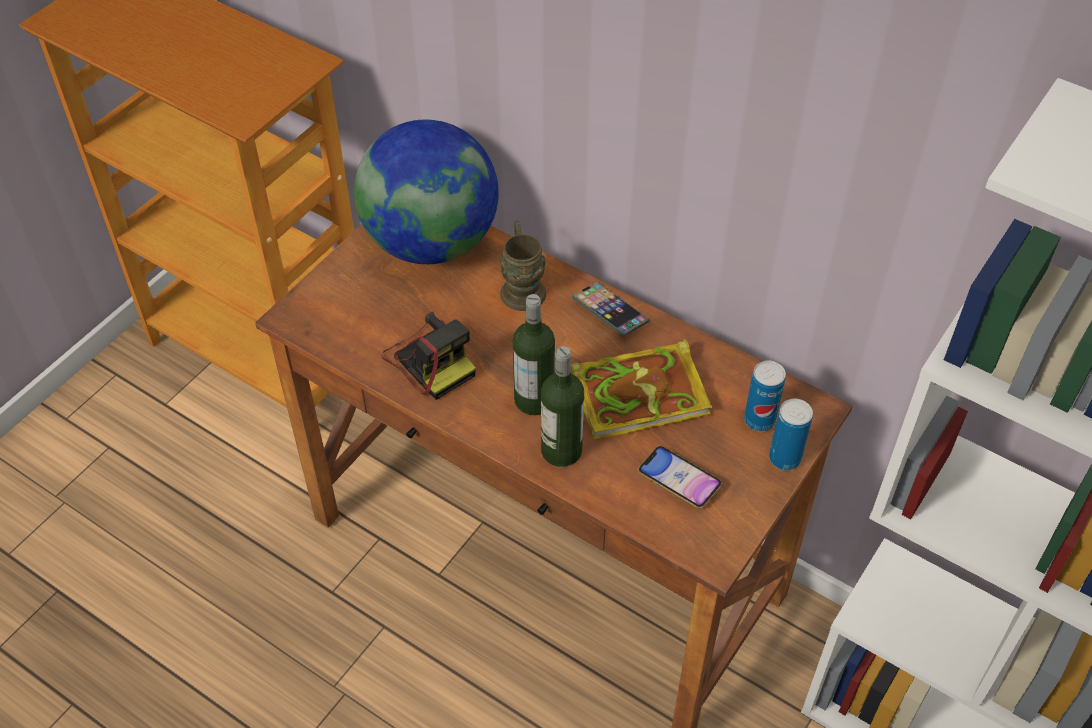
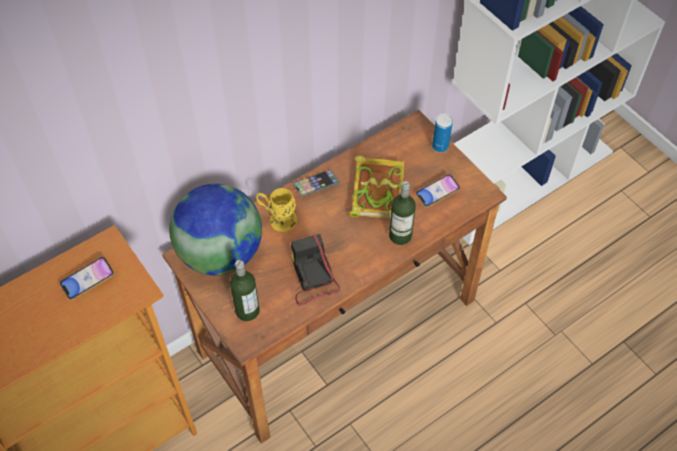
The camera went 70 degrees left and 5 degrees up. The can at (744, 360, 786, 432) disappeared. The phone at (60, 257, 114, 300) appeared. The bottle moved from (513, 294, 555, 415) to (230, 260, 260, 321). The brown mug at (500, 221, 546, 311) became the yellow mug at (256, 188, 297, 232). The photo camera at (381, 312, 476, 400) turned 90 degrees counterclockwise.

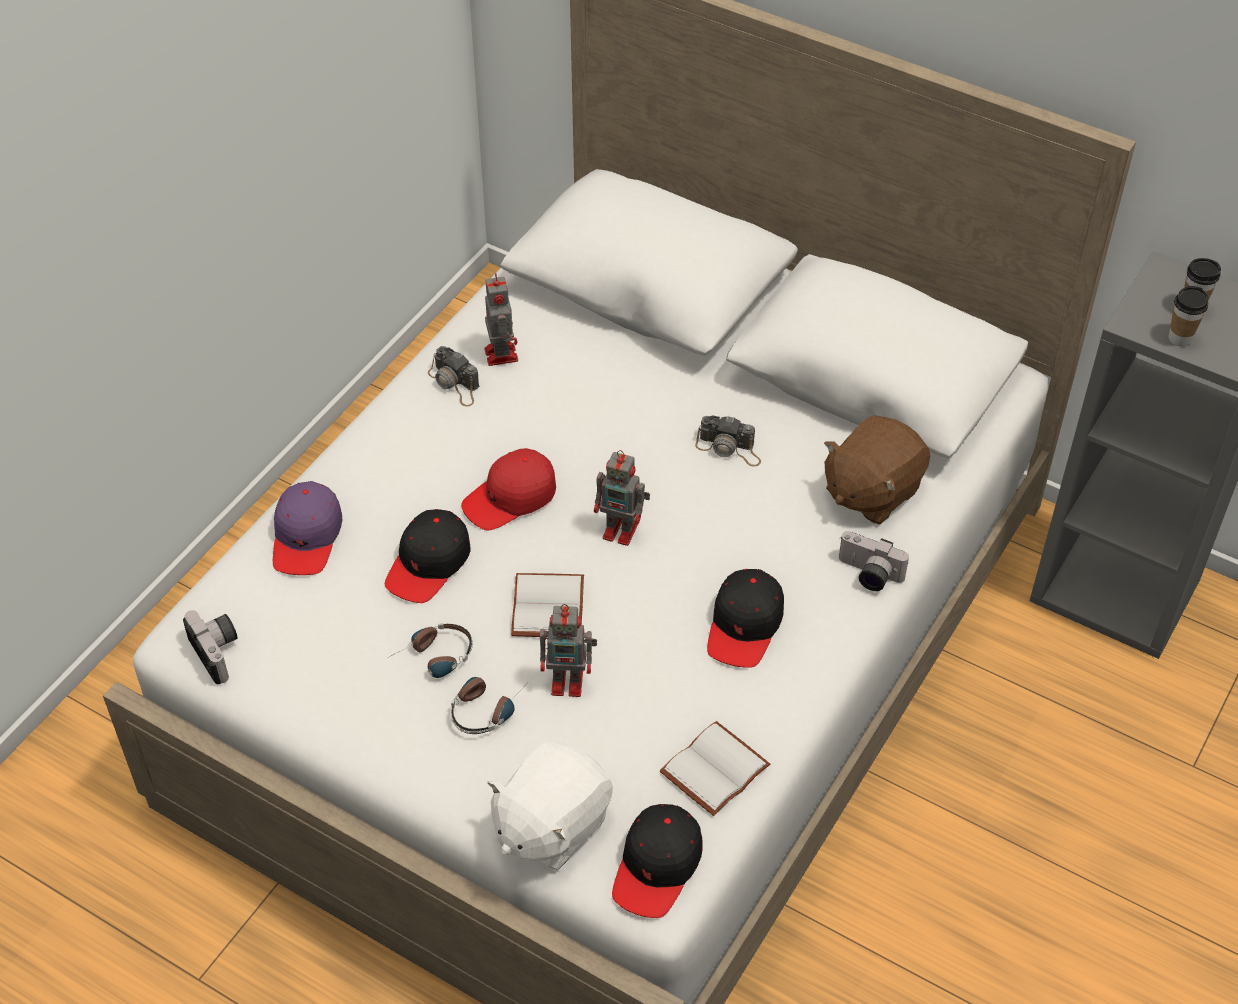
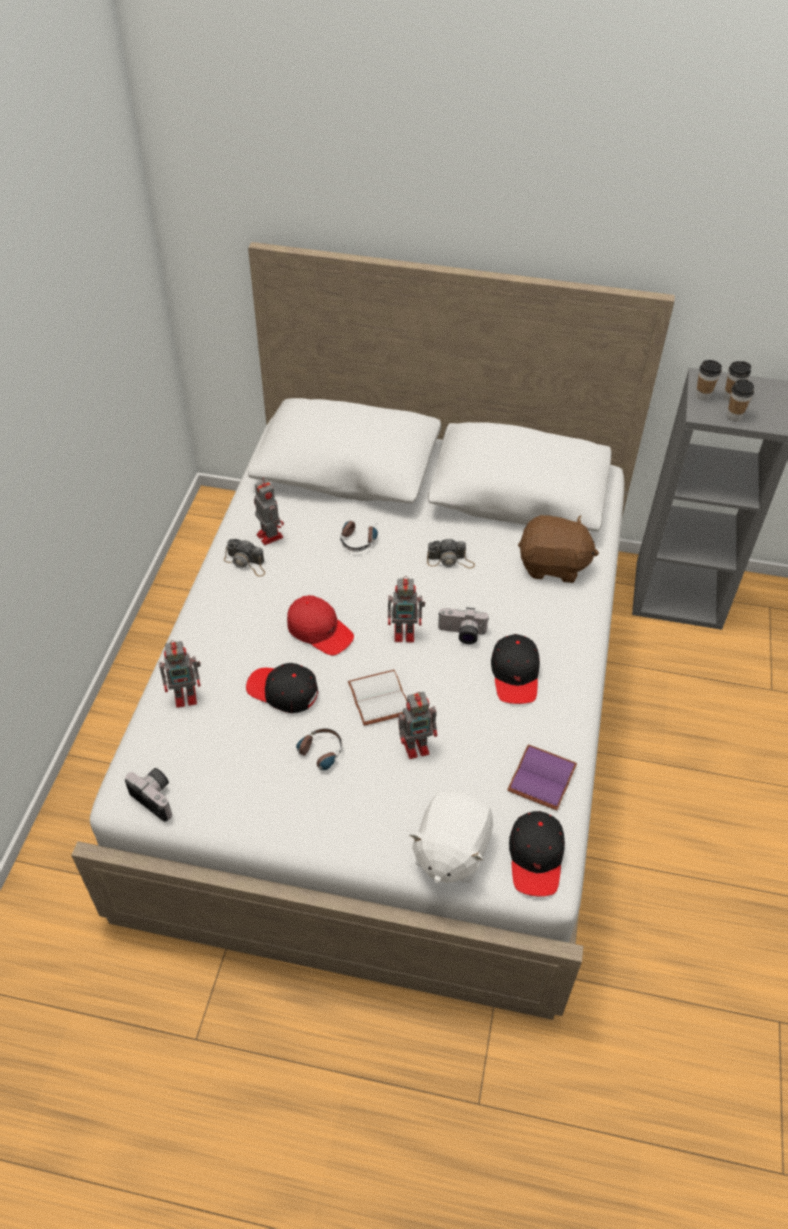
The camera went 20 degrees left and 0 degrees up. The cup at (696, 360, 722, 401) appeared. The headphones moved from (450, 677, 522, 734) to (340, 520, 378, 552). The photo camera moved from (839, 531, 909, 591) to (438, 607, 489, 644). The purple cap at (273, 481, 342, 575) was replaced by the toy robot at (159, 640, 201, 708). The white book at (660, 721, 770, 816) became the purple book at (507, 744, 577, 810). The black cap at (385, 509, 470, 603) turned 105 degrees clockwise. The red cap at (461, 448, 556, 531) turned 90 degrees counterclockwise. The brown plush toy at (824, 415, 931, 525) turned 105 degrees counterclockwise.

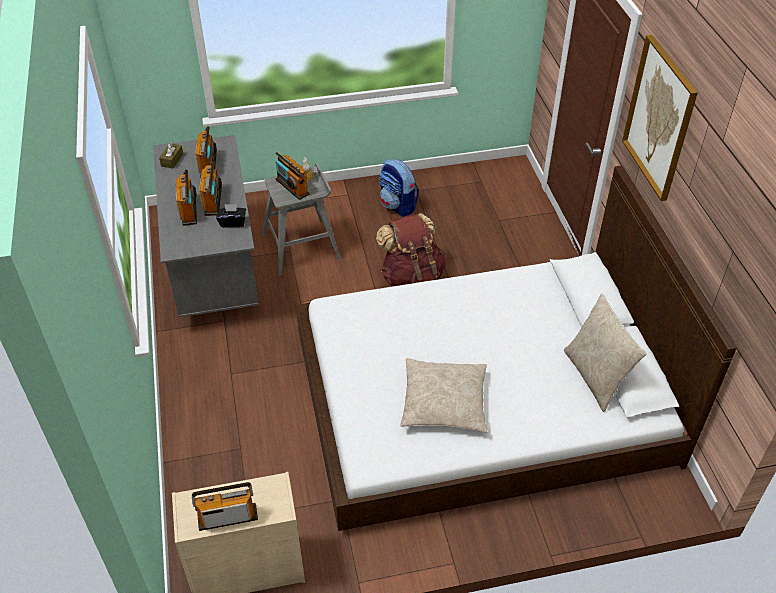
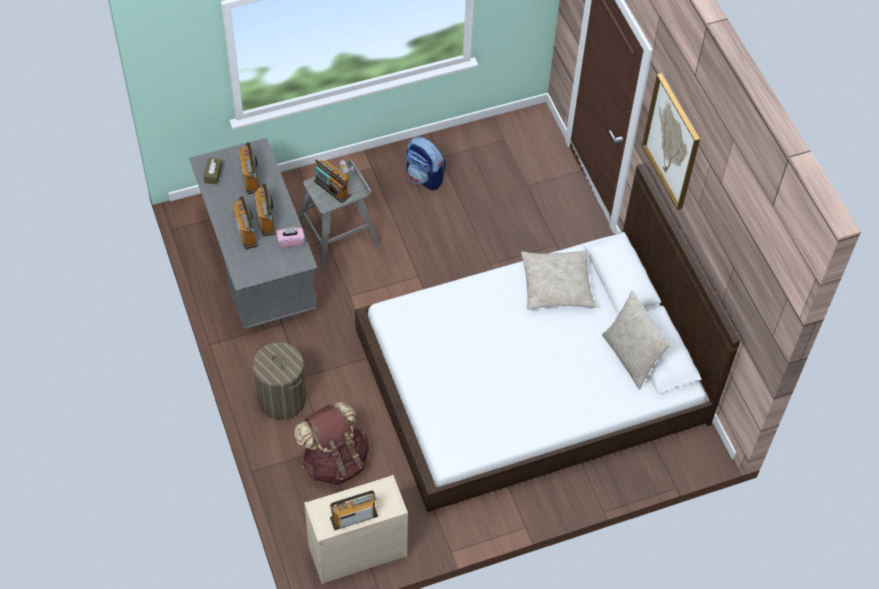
The camera went 10 degrees left and 10 degrees up. The laundry basket at (253, 342, 306, 420) appeared. The brown backpack moved from (376, 213, 446, 287) to (294, 401, 369, 485). The beige pillow moved from (400, 358, 488, 433) to (521, 250, 596, 310). The black tissue box at (216, 204, 246, 228) became the pink tissue box at (277, 227, 304, 248).

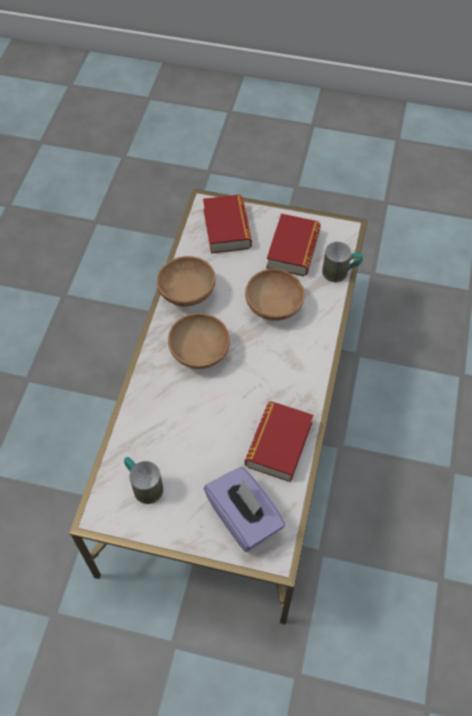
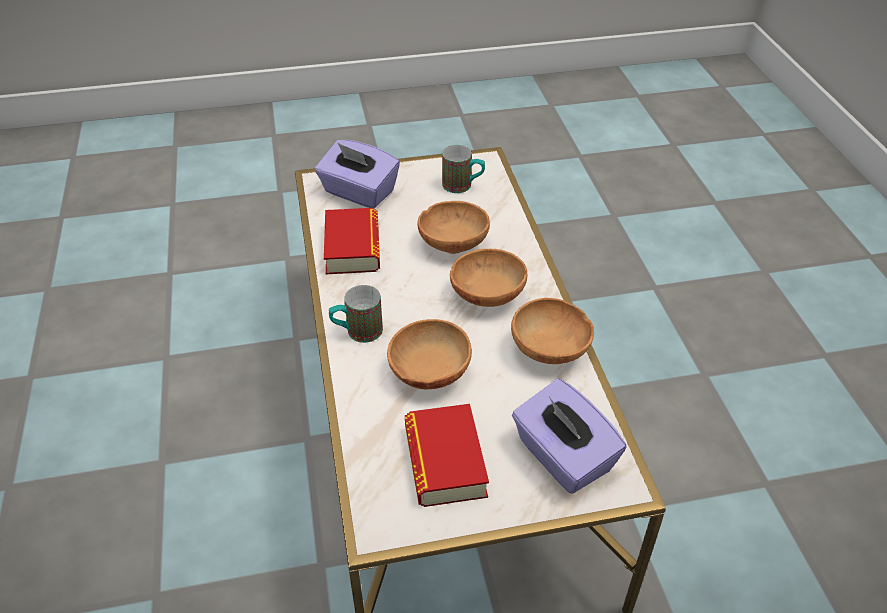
The camera went 155 degrees right and 15 degrees down. The brown bowl at (418, 201, 490, 254) appeared. The mug moved from (322, 242, 363, 282) to (329, 285, 383, 343). The book at (203, 195, 252, 253) was replaced by the purple tissue box at (512, 379, 627, 494).

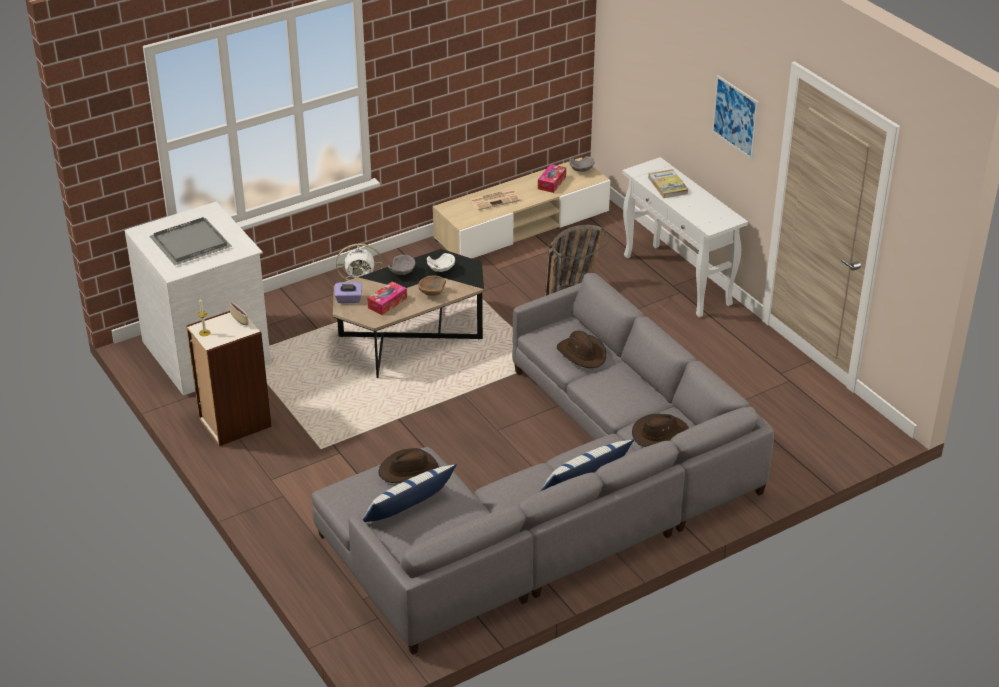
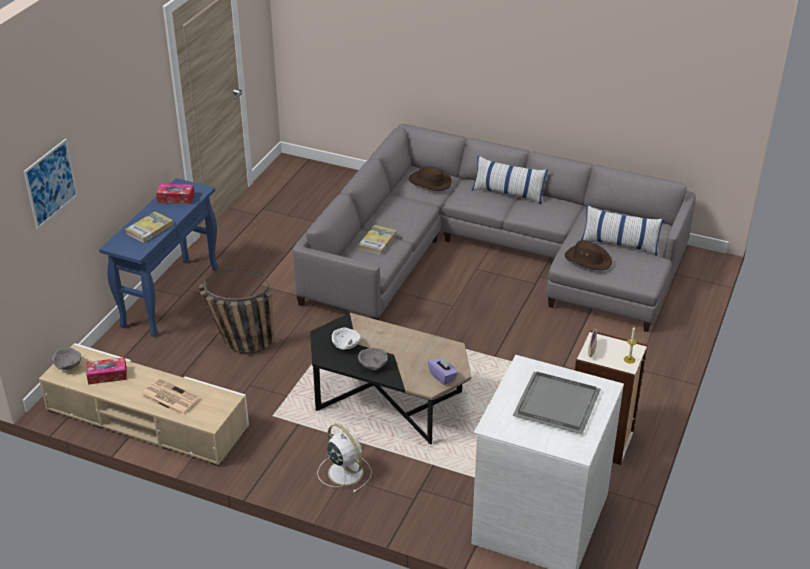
The camera went 125 degrees left and 0 degrees up. The brown bowl at (418, 276, 446, 296) disappeared. The tissue box moved from (367, 281, 407, 315) to (156, 184, 195, 204). The picture moved from (712, 75, 759, 159) to (24, 139, 78, 230). The brown hat at (557, 331, 607, 368) was replaced by the book at (358, 225, 396, 255). The white console table at (622, 157, 748, 318) became the blue console table at (99, 178, 218, 337).

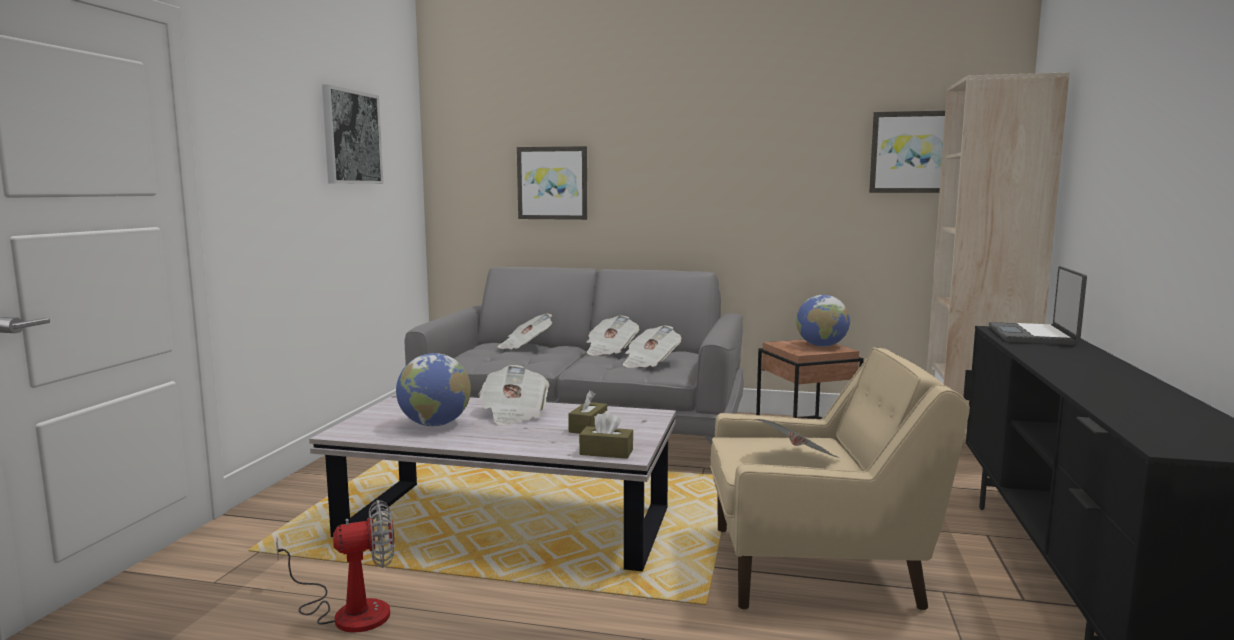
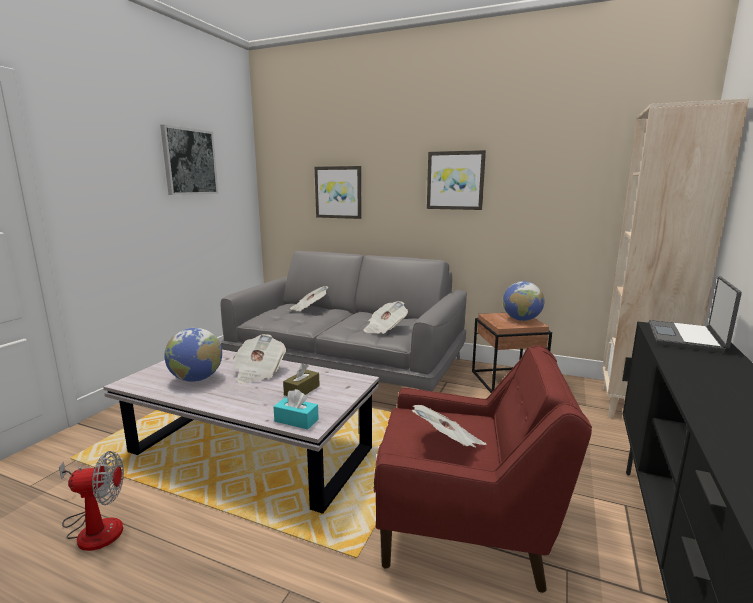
The camera went 10 degrees right and 5 degrees up. The newspaper at (587, 315, 639, 356) disappeared. The picture moved from (869, 111, 945, 193) to (427, 150, 486, 210). The brown tissue box at (579, 411, 633, 459) became the turquoise tissue box at (273, 389, 319, 429). The beige armchair at (710, 347, 970, 610) became the red armchair at (374, 345, 592, 593).

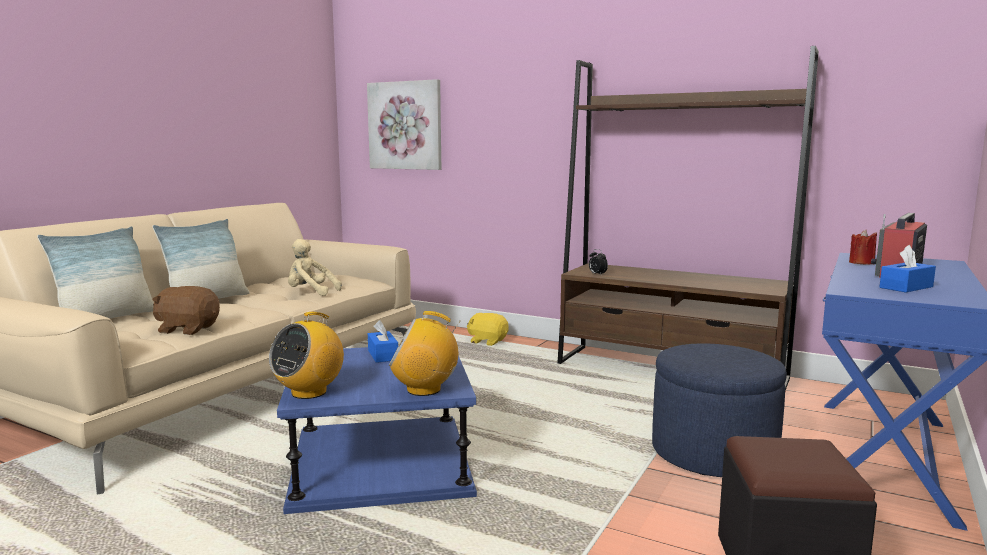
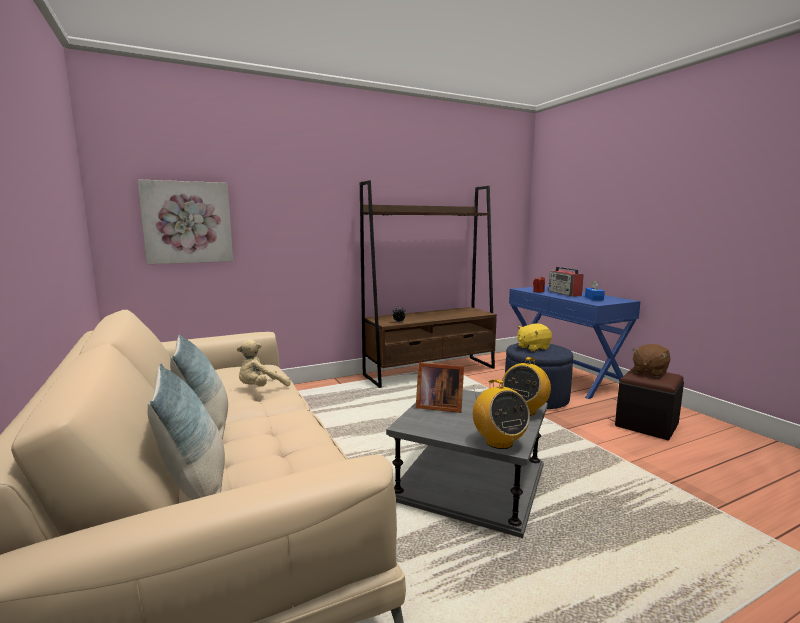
The camera went 55 degrees left and 0 degrees up. The brown plush toy moved from (152, 286, 220, 335) to (632, 344, 670, 377). The yellow plush toy moved from (467, 313, 509, 346) to (517, 324, 552, 352). The blue tissue box at (368, 320, 398, 363) was replaced by the picture frame at (416, 362, 464, 413). The blue side table at (277, 347, 477, 514) became the grey side table at (386, 390, 548, 538).

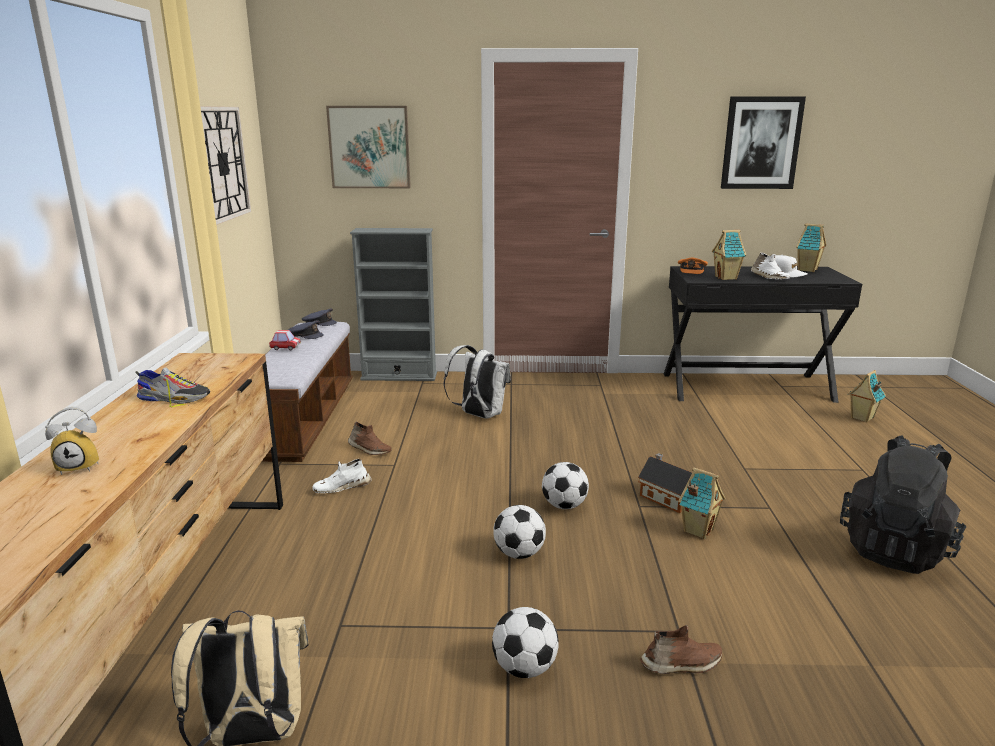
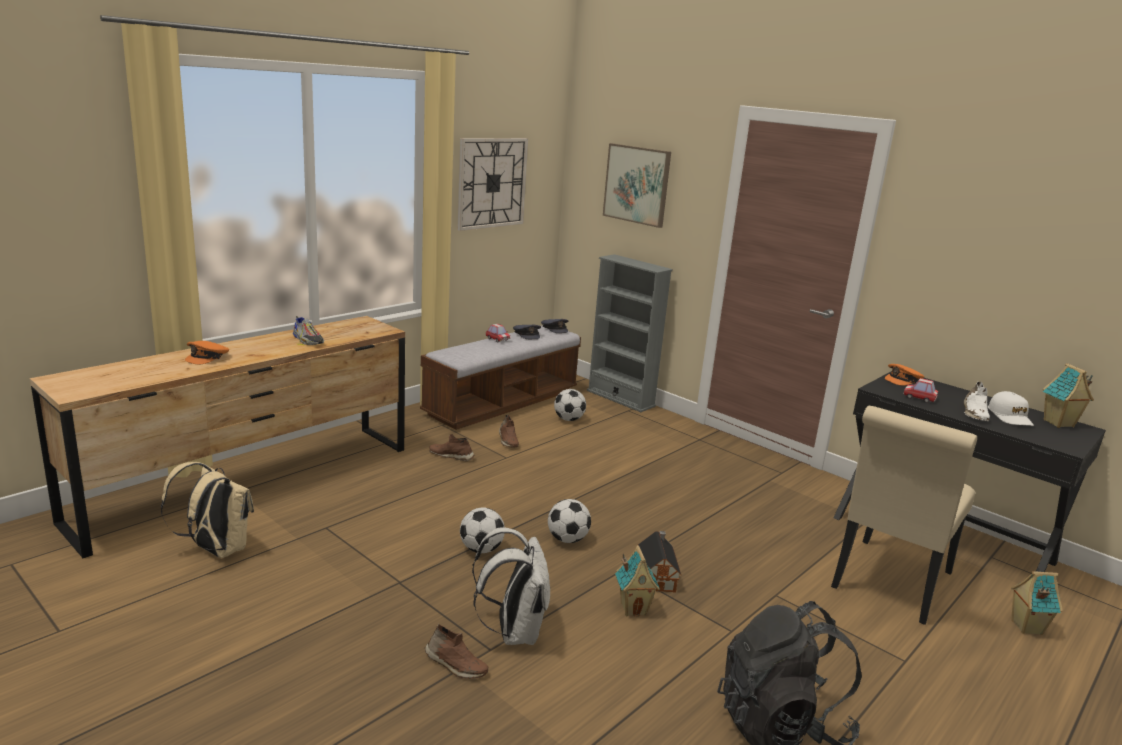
The camera went 40 degrees right and 0 degrees up. The picture at (721, 96, 806, 189) disappeared. The beige chair at (831, 406, 977, 625) appeared. The white backpack moved from (443, 345, 511, 419) to (472, 527, 550, 645). The football moved from (492, 607, 559, 678) to (554, 389, 586, 421). The alarm clock at (45, 407, 99, 475) was replaced by the orange cap at (185, 341, 229, 364). The toy house at (712, 230, 746, 280) was replaced by the toy car at (903, 378, 938, 403). The white shoe at (312, 459, 372, 493) became the brown shoe at (429, 434, 474, 461).

